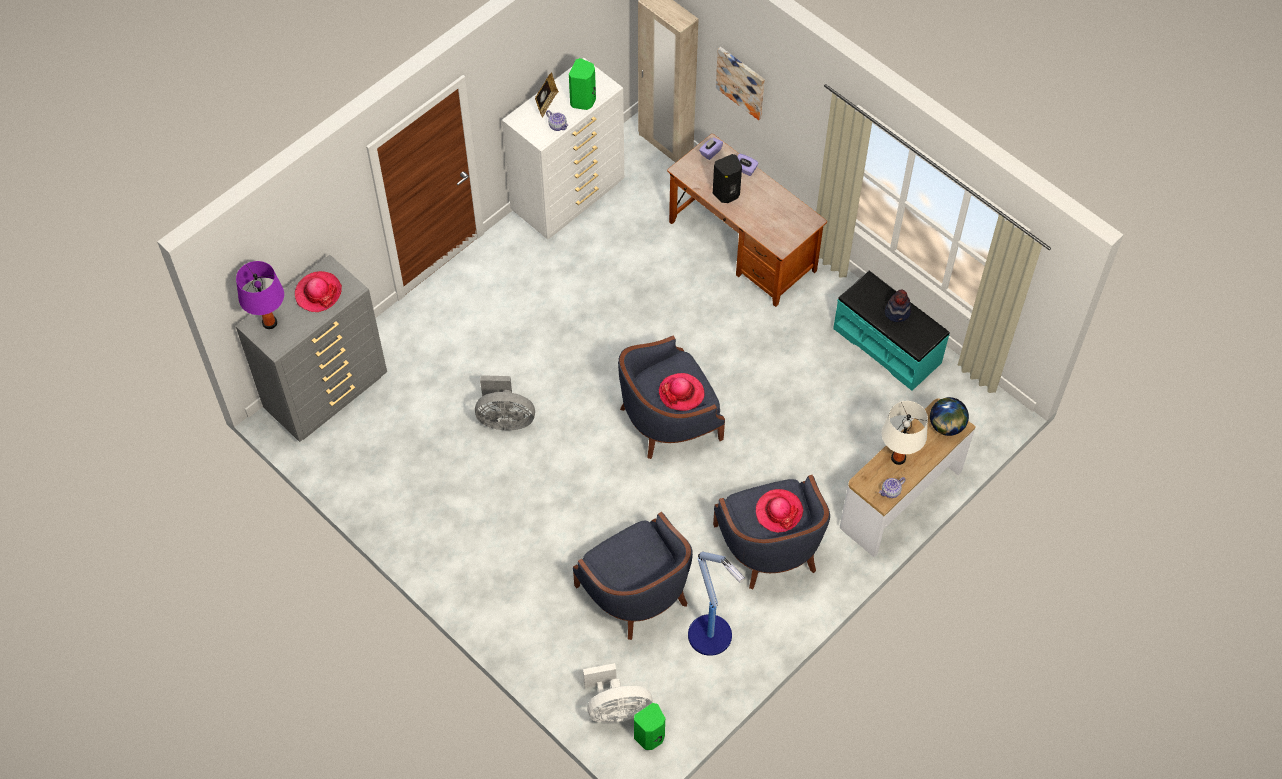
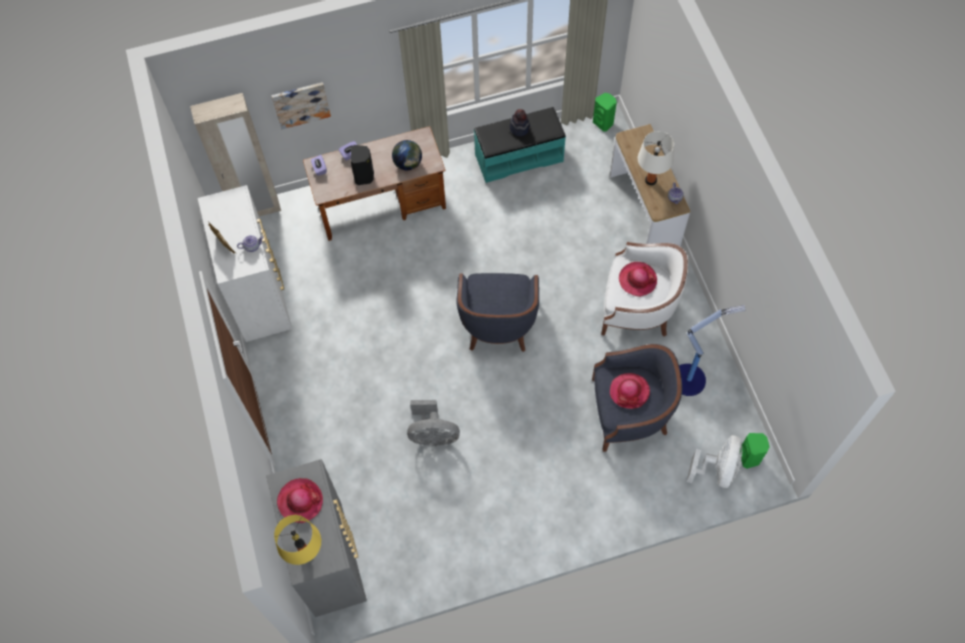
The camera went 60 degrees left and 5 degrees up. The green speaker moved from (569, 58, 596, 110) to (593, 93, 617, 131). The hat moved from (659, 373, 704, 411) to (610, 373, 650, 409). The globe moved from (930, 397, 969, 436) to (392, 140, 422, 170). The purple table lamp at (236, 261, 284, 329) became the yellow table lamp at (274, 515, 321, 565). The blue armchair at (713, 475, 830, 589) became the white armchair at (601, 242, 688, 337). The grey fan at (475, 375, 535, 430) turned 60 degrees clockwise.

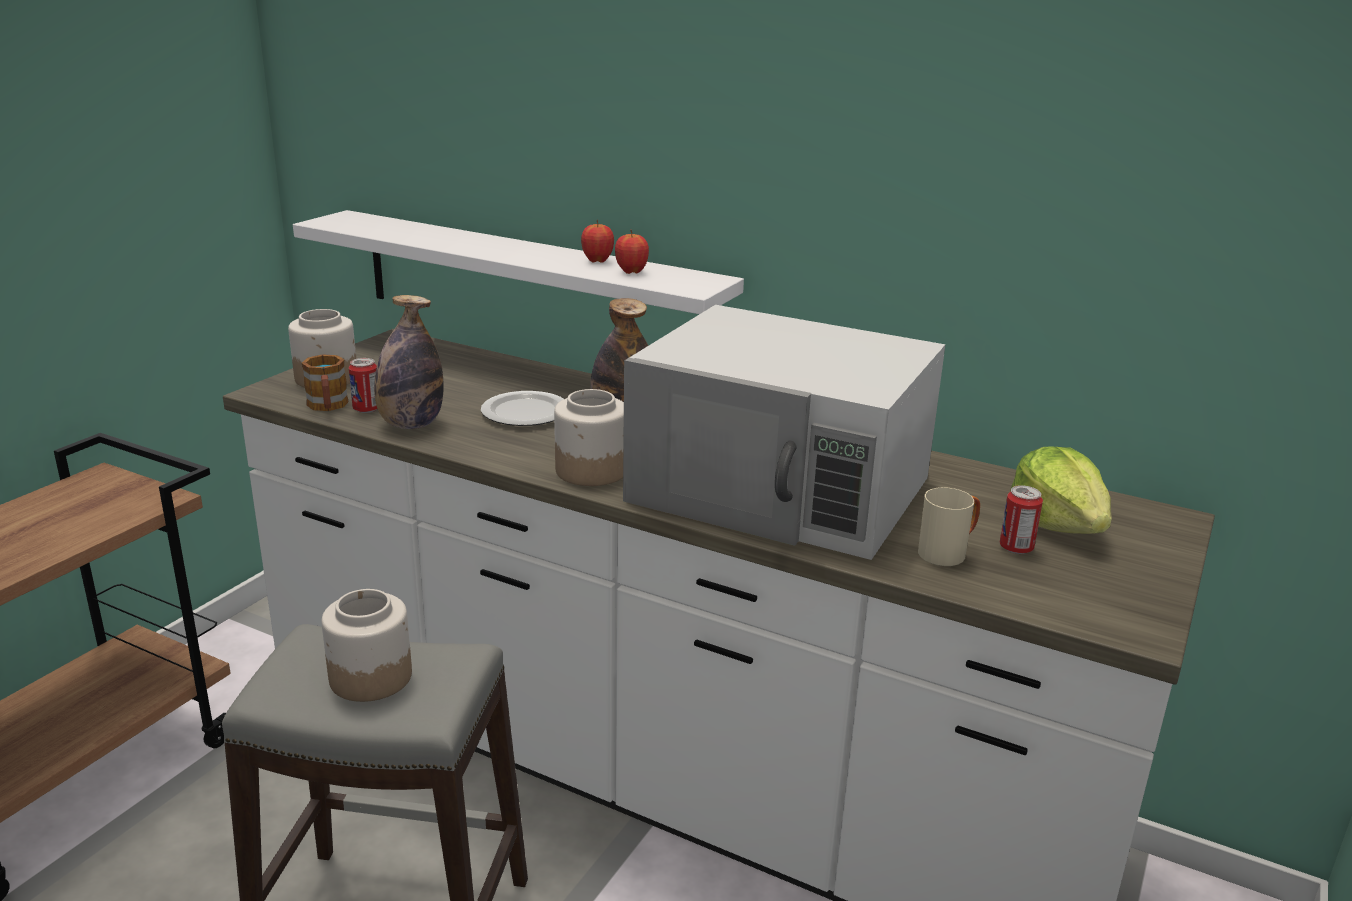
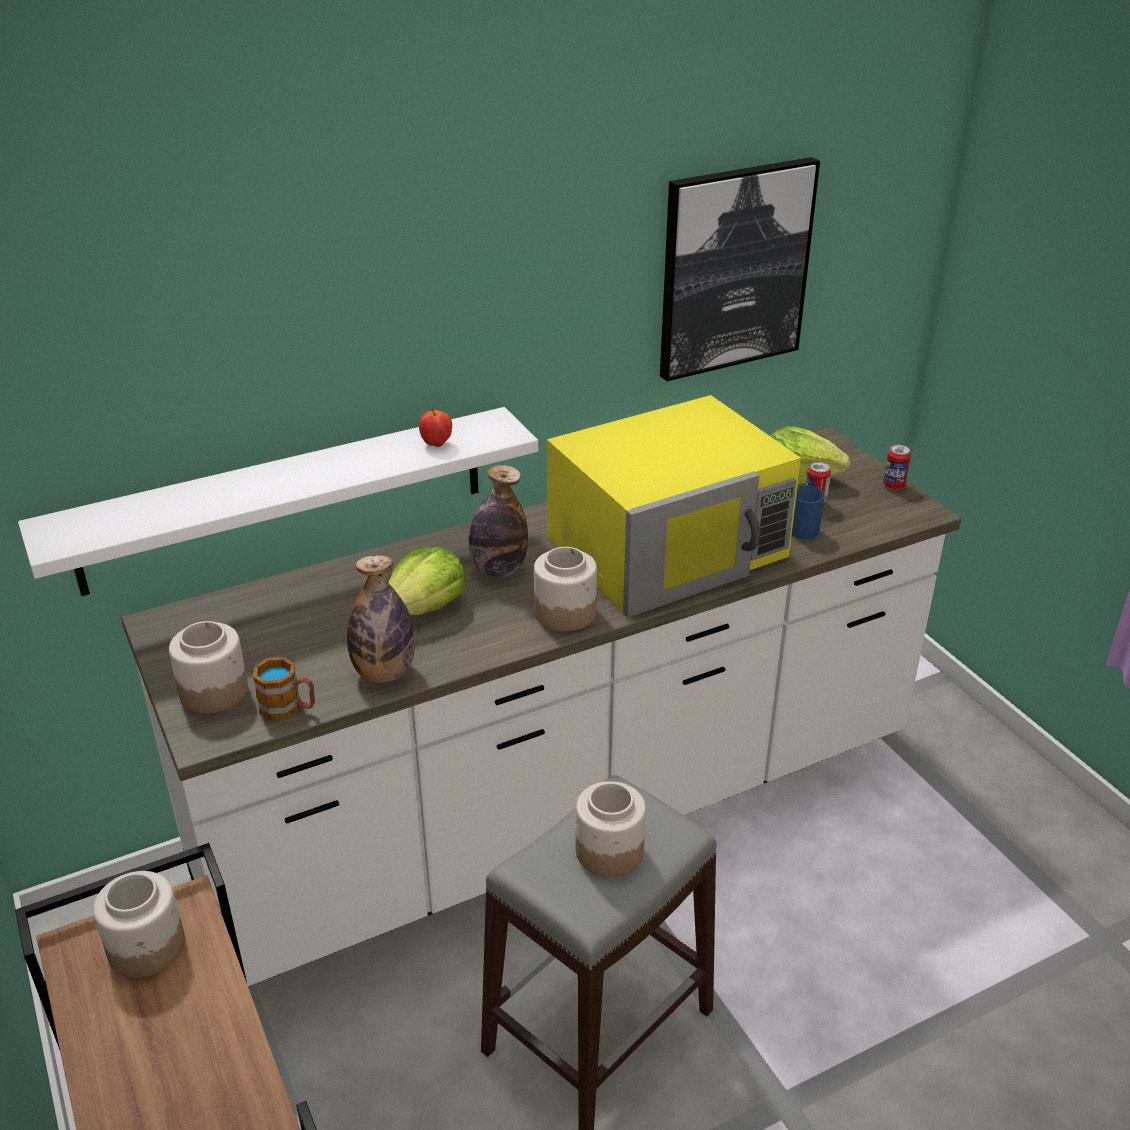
The camera went 55 degrees left and 10 degrees up. The apple at (581, 220, 614, 263) disappeared. The jar at (93, 871, 185, 978) appeared. The picture at (660, 157, 820, 381) appeared. The can moved from (349, 358, 377, 413) to (883, 445, 911, 490). The plate at (481, 391, 564, 426) was replaced by the lettuce at (388, 547, 465, 616). The white microwave at (623, 305, 946, 560) became the yellow microwave at (547, 395, 801, 617). The beige mug at (918, 487, 980, 566) became the blue mug at (792, 485, 825, 539).

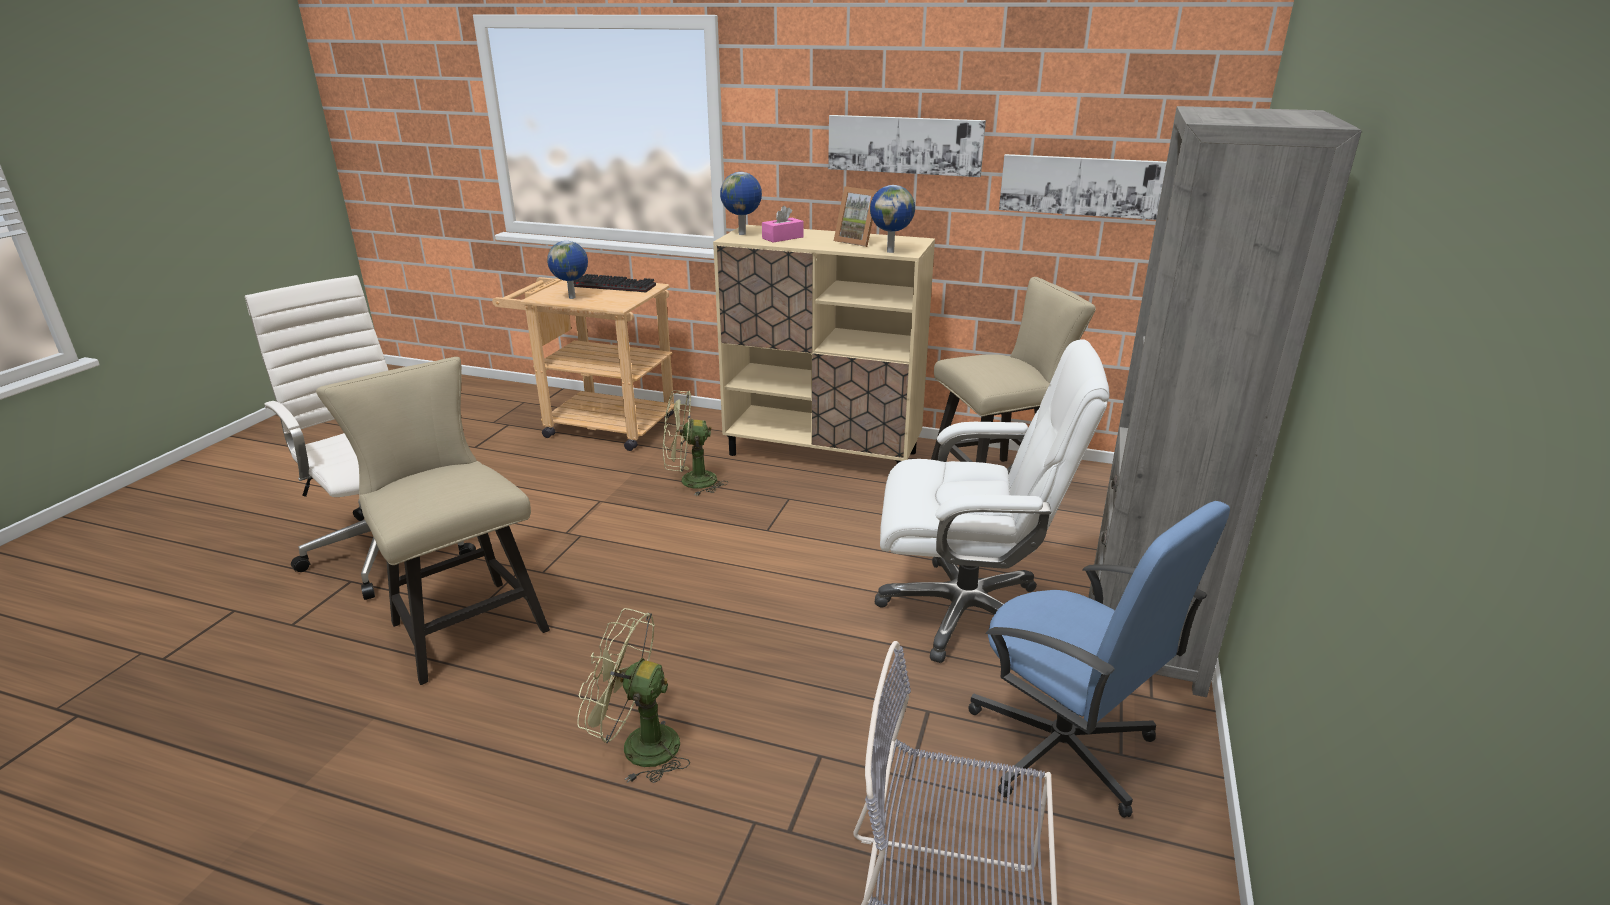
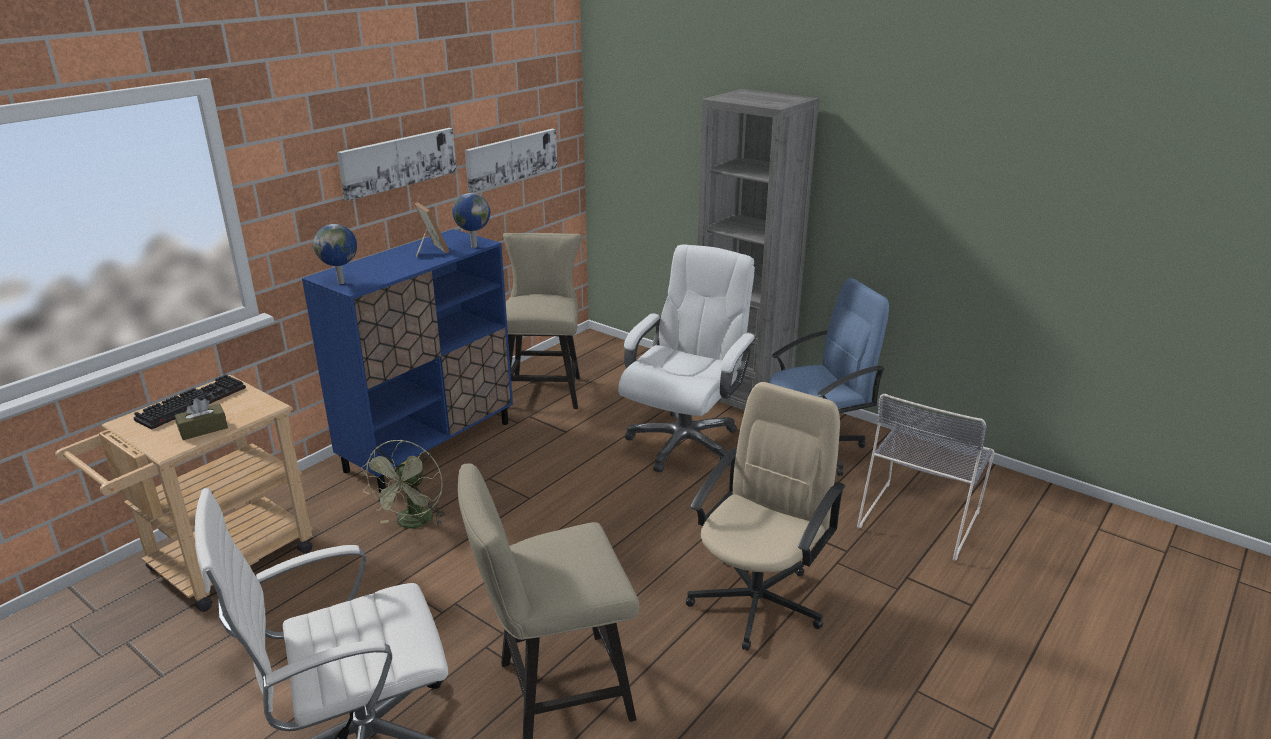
The camera went 70 degrees left and 0 degrees up. The pink tissue box at (762, 206, 804, 242) disappeared. The globe at (547, 241, 588, 299) was replaced by the brown tissue box at (175, 398, 228, 440). The green fan at (577, 608, 690, 783) was replaced by the beige office chair at (686, 382, 845, 651). The beige cabinet at (713, 225, 935, 464) became the blue cabinet at (302, 229, 513, 493). The picture frame at (834, 186, 877, 247) turned 90 degrees counterclockwise.

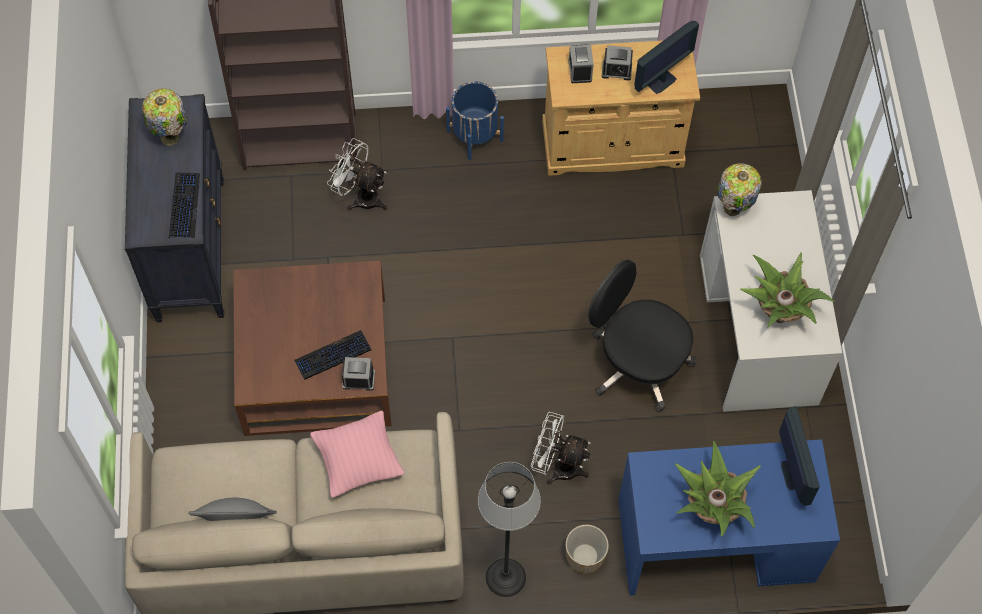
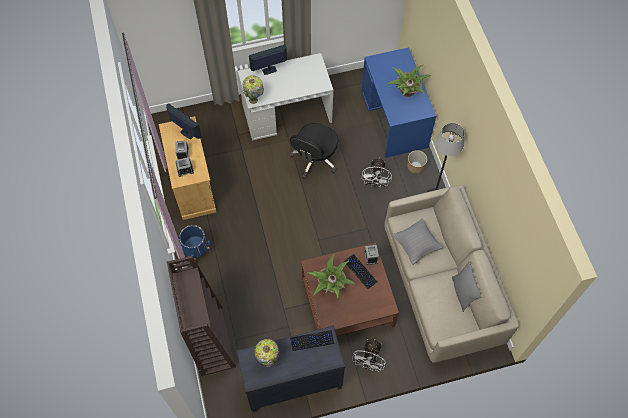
The camera went 100 degrees left and 0 degrees up. The white fan moved from (327, 138, 387, 211) to (352, 339, 386, 372). The potted plant moved from (740, 252, 835, 328) to (307, 254, 355, 298). The monitor moved from (779, 406, 820, 506) to (249, 45, 287, 75). The pink pillow at (310, 411, 404, 498) became the grey pillow at (393, 218, 443, 265).

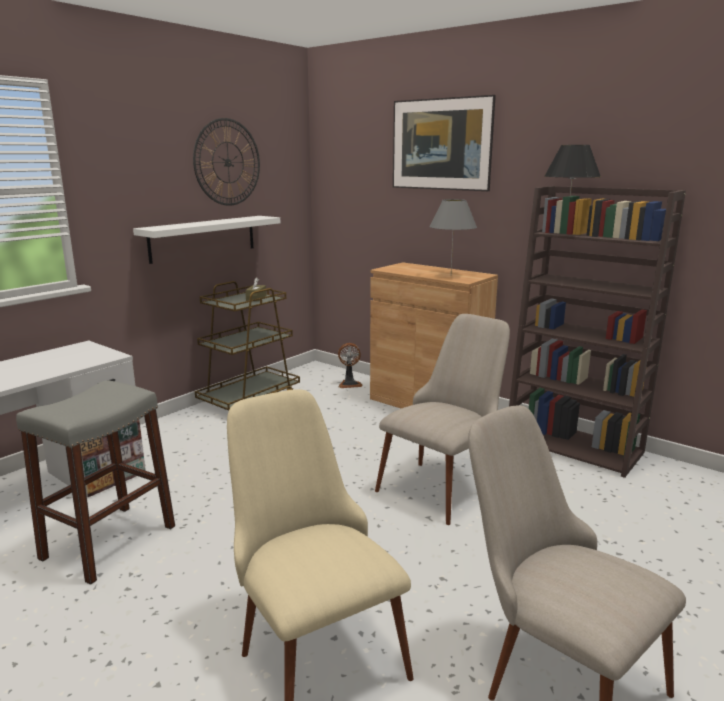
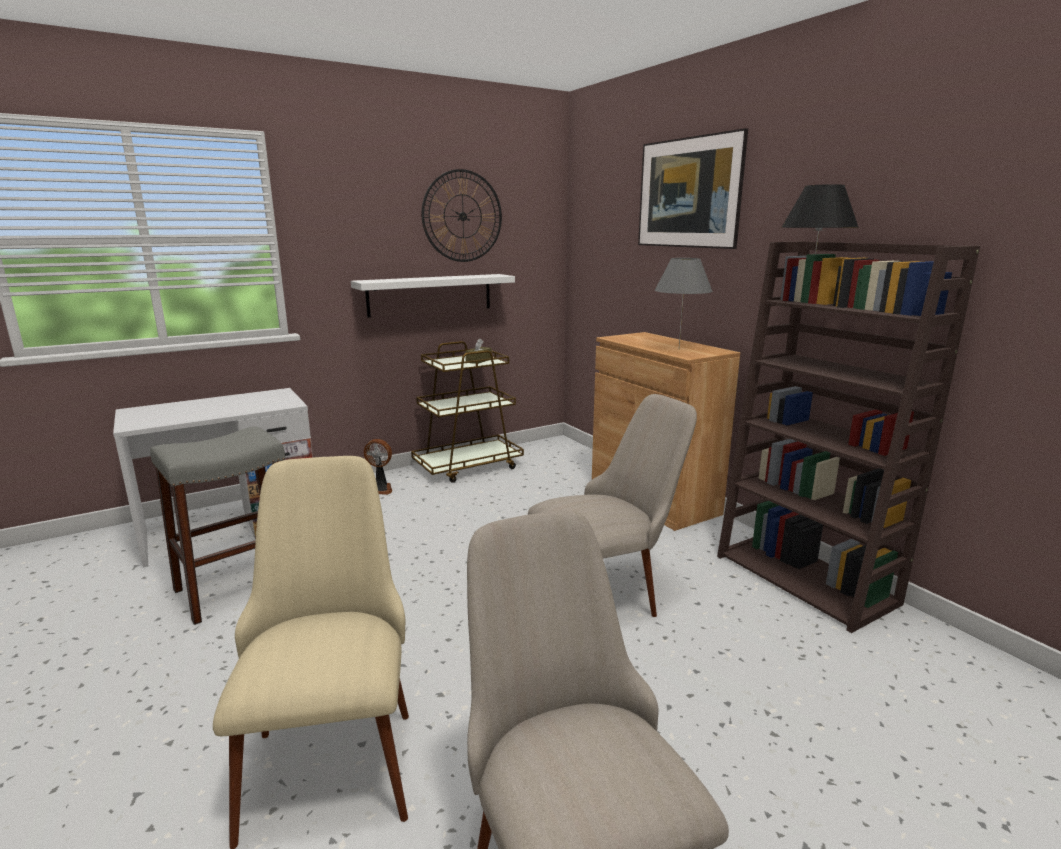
The camera went 20 degrees right and 0 degrees up. The fan moved from (338, 343, 363, 388) to (364, 439, 392, 495).

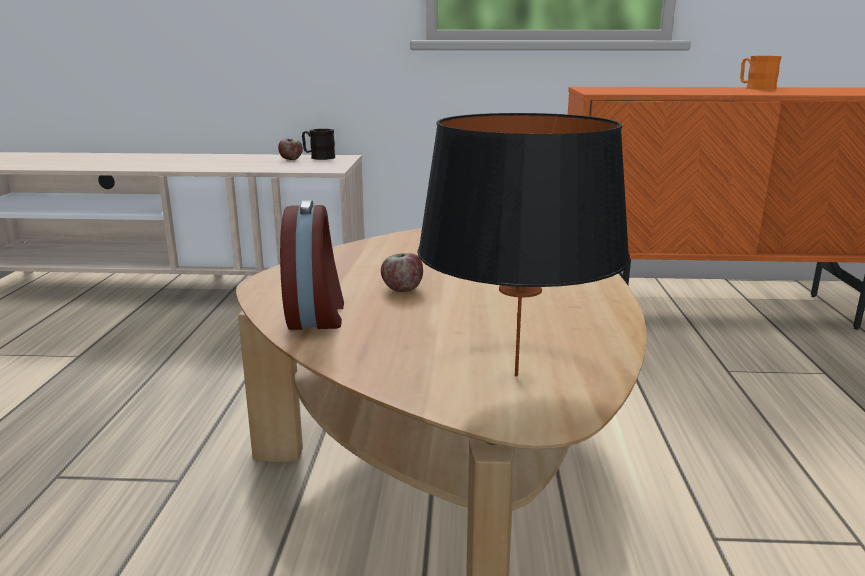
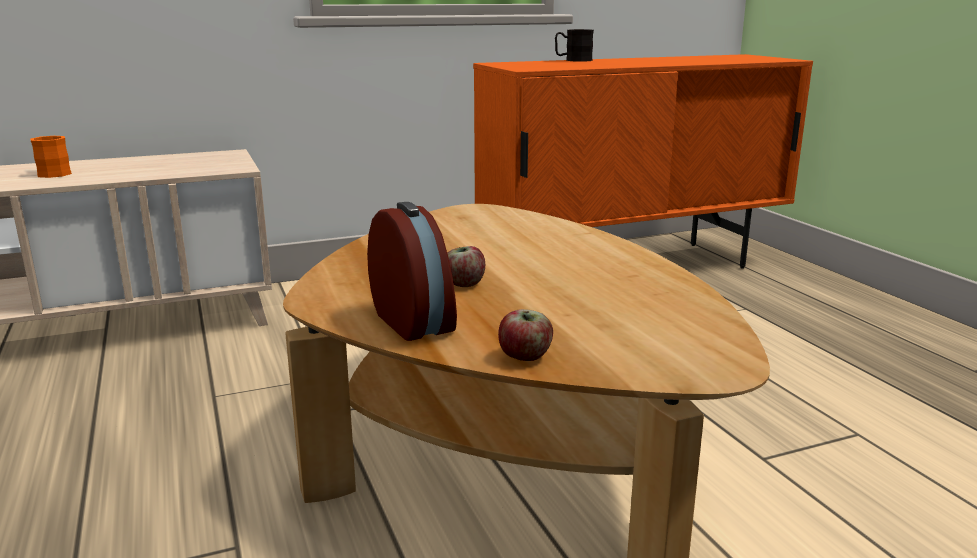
The camera went 25 degrees left and 0 degrees up. The black table lamp at (417, 113, 630, 377) disappeared. The apple moved from (278, 138, 303, 160) to (498, 309, 553, 361). The black mug moved from (302, 129, 335, 160) to (555, 29, 594, 62). The orange mug moved from (740, 56, 782, 90) to (30, 136, 72, 178).

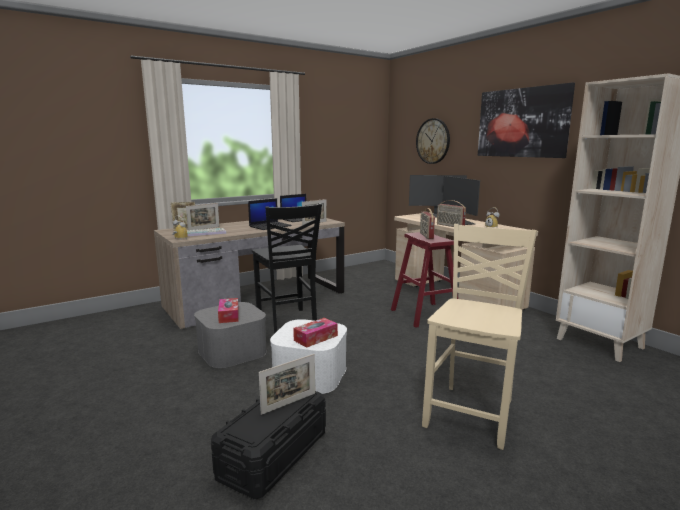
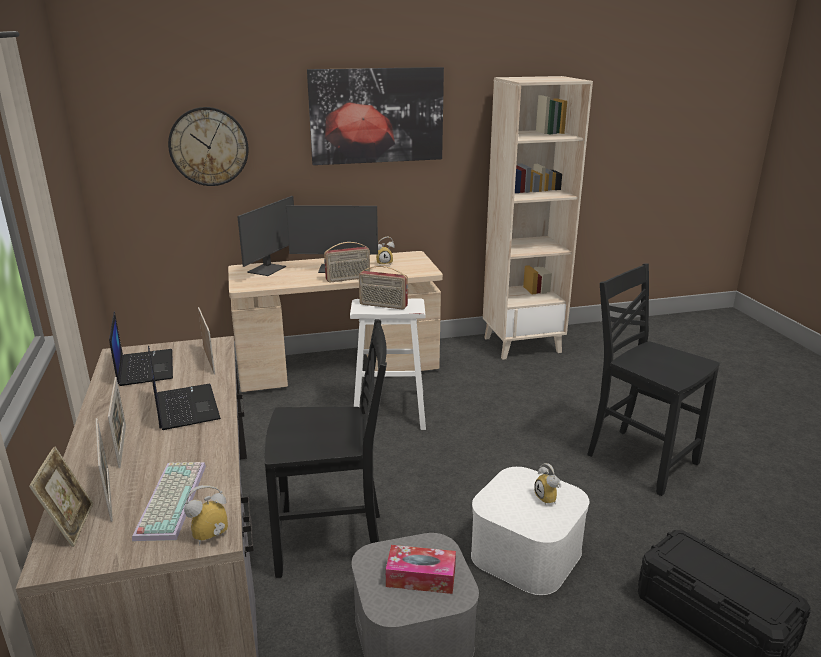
The camera went 70 degrees left and 10 degrees up. The picture frame moved from (259, 354, 315, 415) to (108, 377, 126, 468). The tissue box at (293, 318, 338, 348) was replaced by the alarm clock at (534, 463, 561, 504). The red stool at (391, 232, 458, 328) became the white stool at (350, 298, 426, 430). The beige chair at (422, 224, 537, 450) became the black chair at (587, 263, 720, 496).

